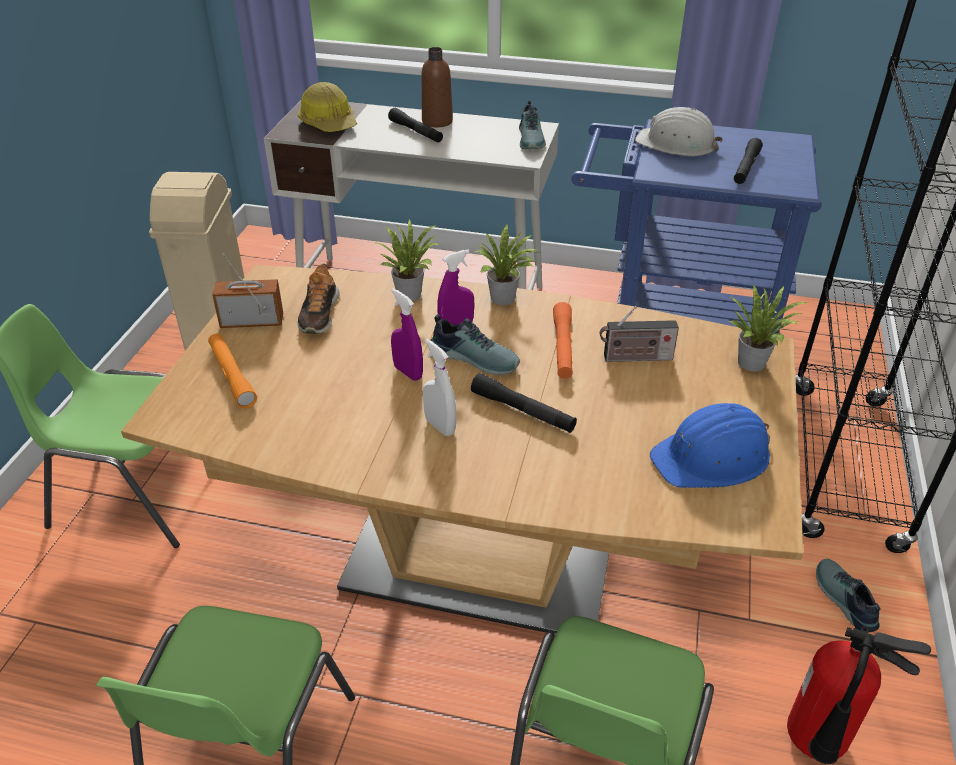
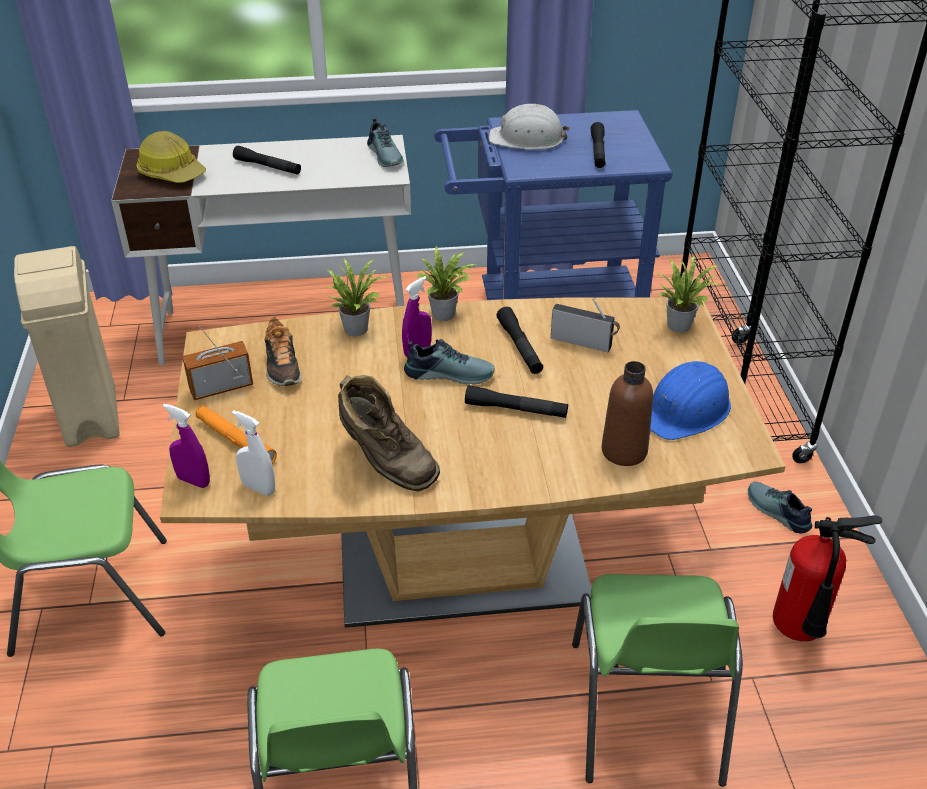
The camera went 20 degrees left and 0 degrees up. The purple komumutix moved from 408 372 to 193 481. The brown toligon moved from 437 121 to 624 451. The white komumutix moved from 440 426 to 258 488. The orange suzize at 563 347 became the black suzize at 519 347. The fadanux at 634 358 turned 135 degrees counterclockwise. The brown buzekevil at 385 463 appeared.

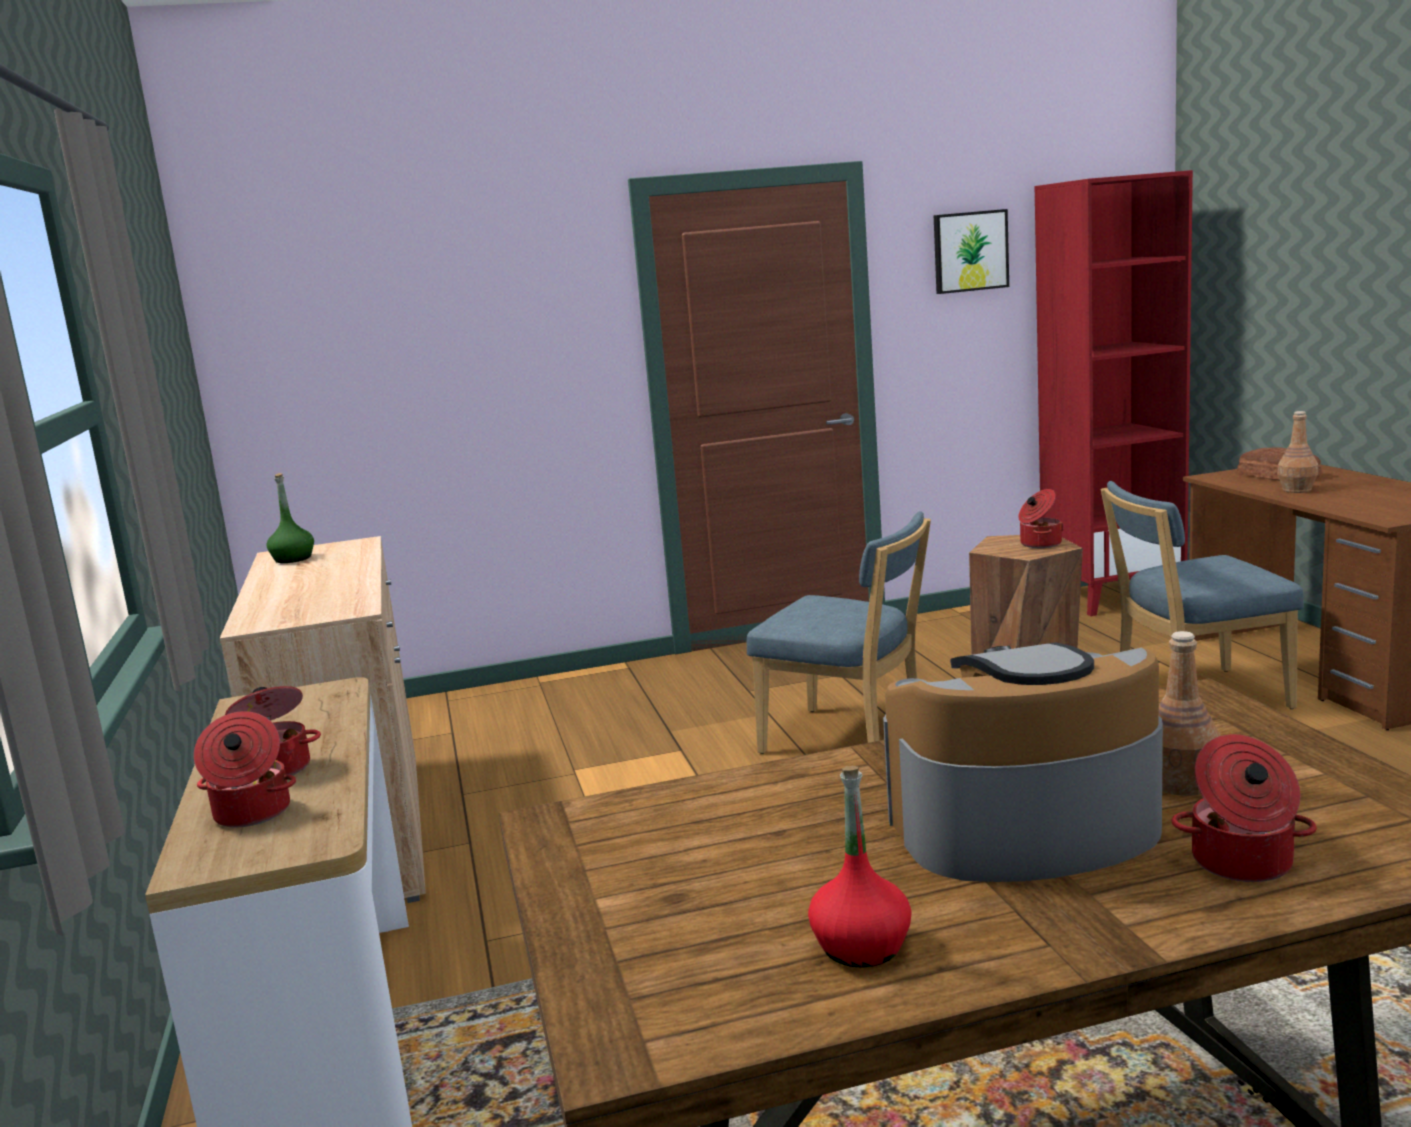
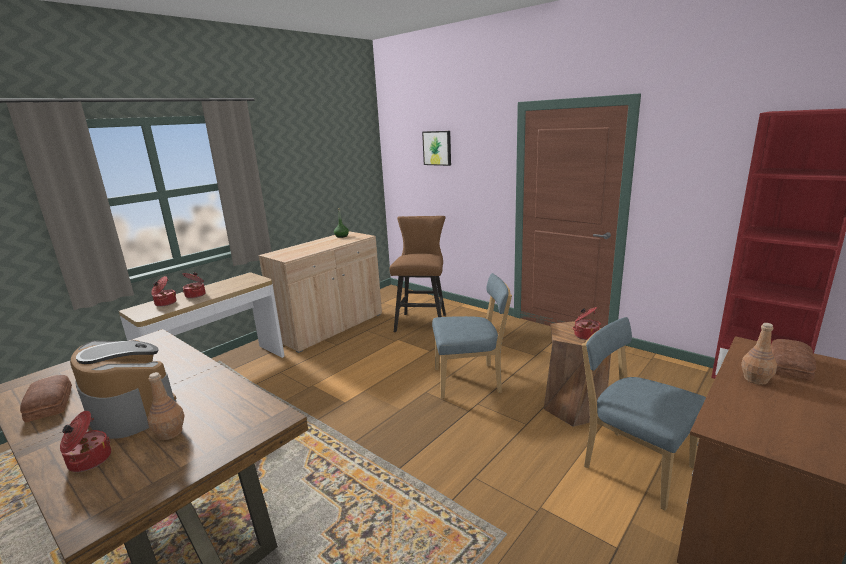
The camera went 55 degrees right and 5 degrees up. The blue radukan at 849 740 turned 90 degrees counterclockwise. The red toligon at 861 946 was replaced by the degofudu at 51 403. The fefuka moved from 970 251 to 437 148. The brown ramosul at 422 321 appeared.

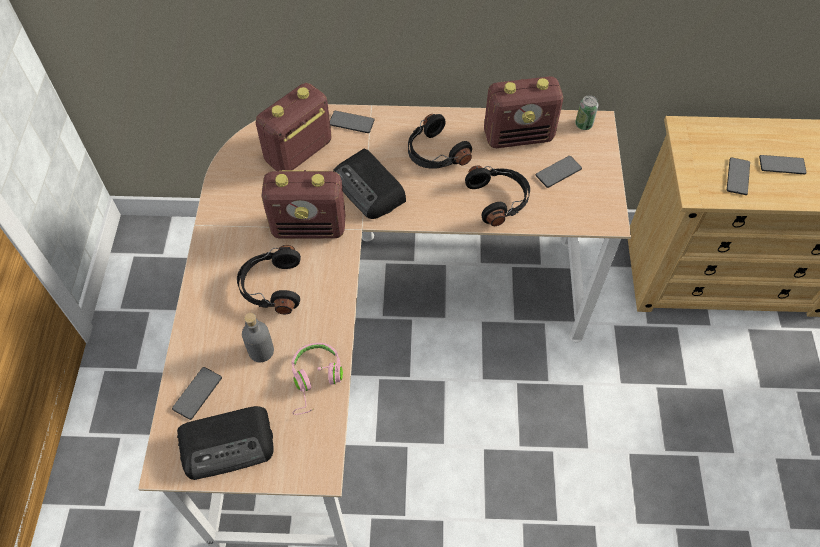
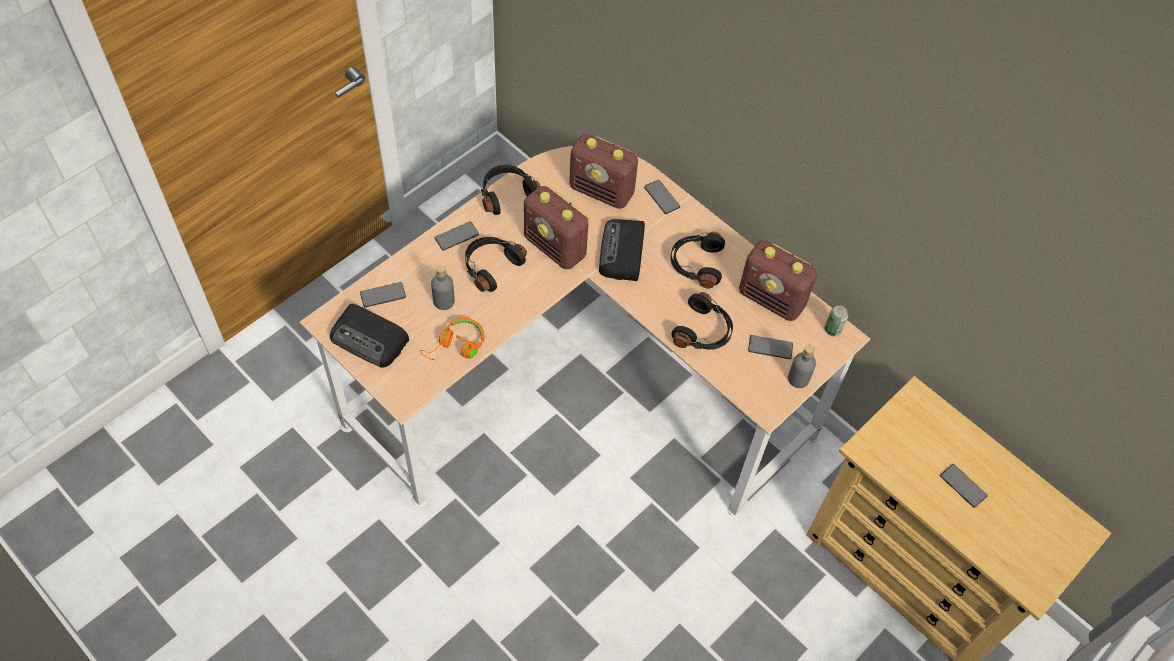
The camera went 40 degrees right and 0 degrees up. The fadanux at 298 153 turned 150 degrees counterclockwise. The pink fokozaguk at 315 380 became the orange fokozaguk at 456 346. The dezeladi moved from 737 177 to 456 236. The black fokozaguk at 507 194 appeared. The grey toligon at 798 379 appeared.

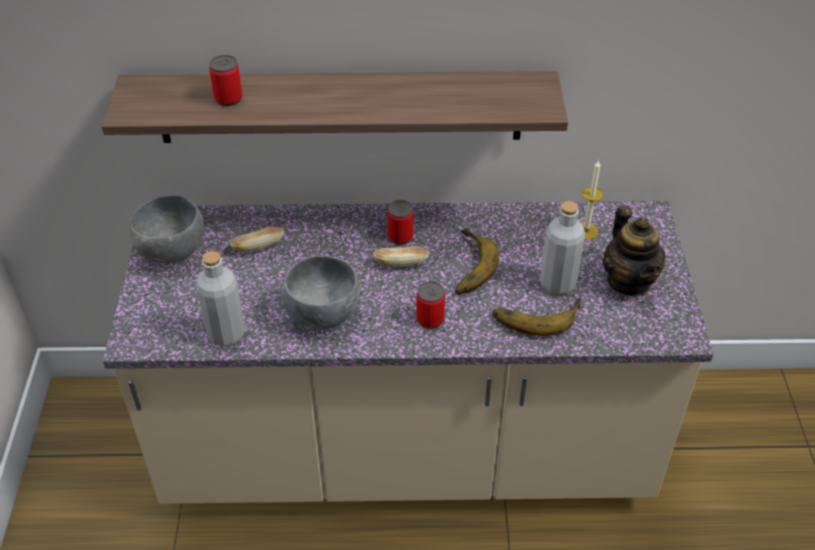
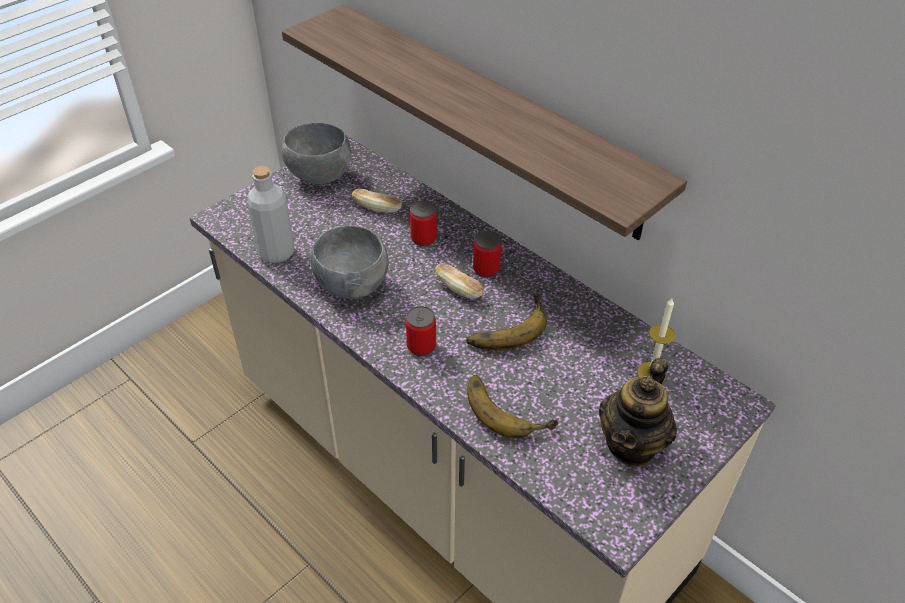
The camera went 45 degrees right and 0 degrees up. The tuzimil moved from 228 98 to 423 238. The grey toligon at 557 283 disappeared.

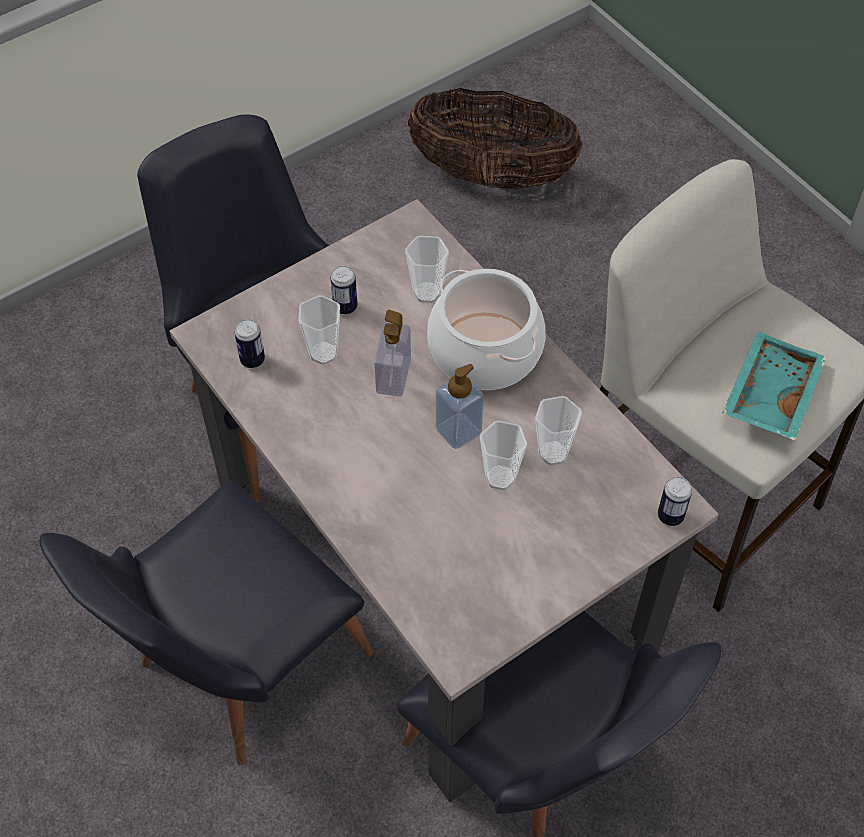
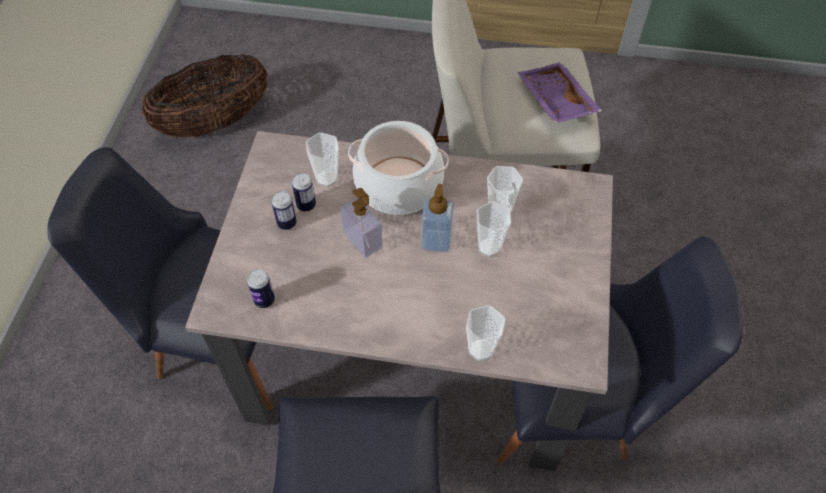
The camera went 45 degrees left and 0 degrees up. The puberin moved from 323 353 to 481 350. The tuzimil moved from 670 516 to 306 205. The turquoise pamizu at 768 394 became the purple pamizu at 554 101.

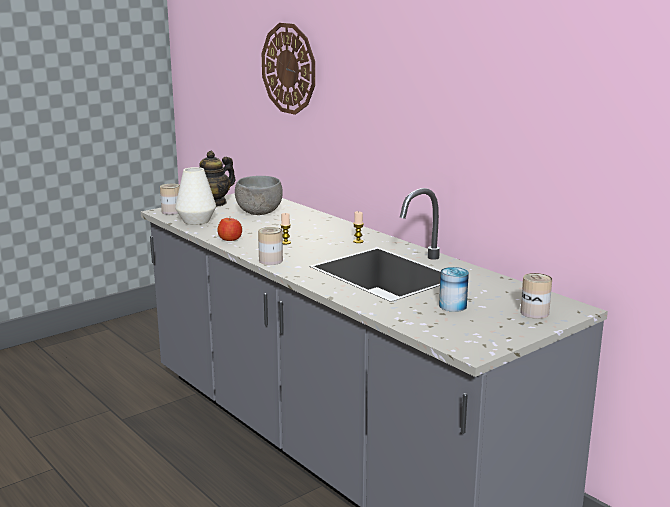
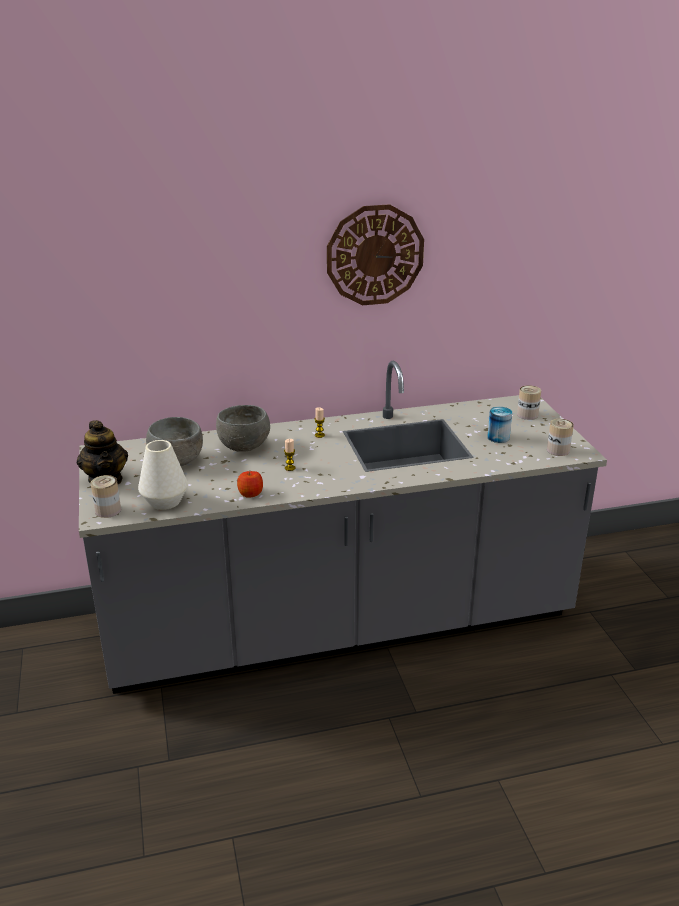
The camera went 65 degrees left and 10 degrees up. The tuzimil moved from 271 260 to 558 450. The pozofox moved from 289 68 to 375 255. The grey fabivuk at 245 447 appeared.

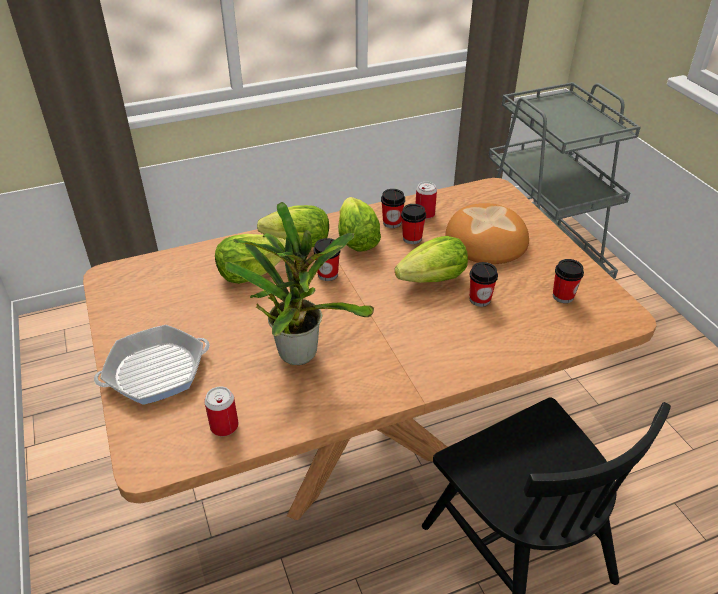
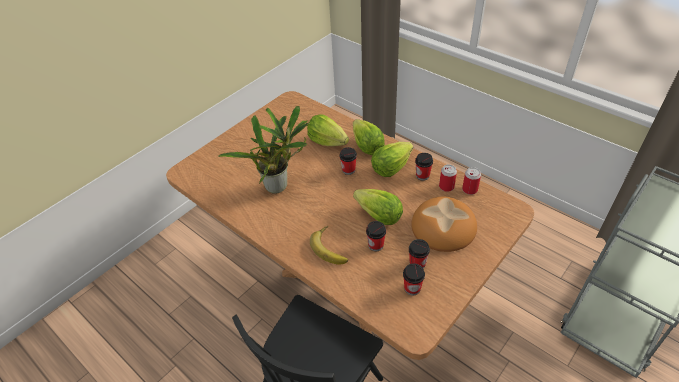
The camera went 65 degrees right and 5 degrees up. The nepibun at 155 371 disappeared. The tuzimil moved from 224 426 to 469 189. The puberin moved from 412 238 to 417 264. The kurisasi at 331 248 appeared.

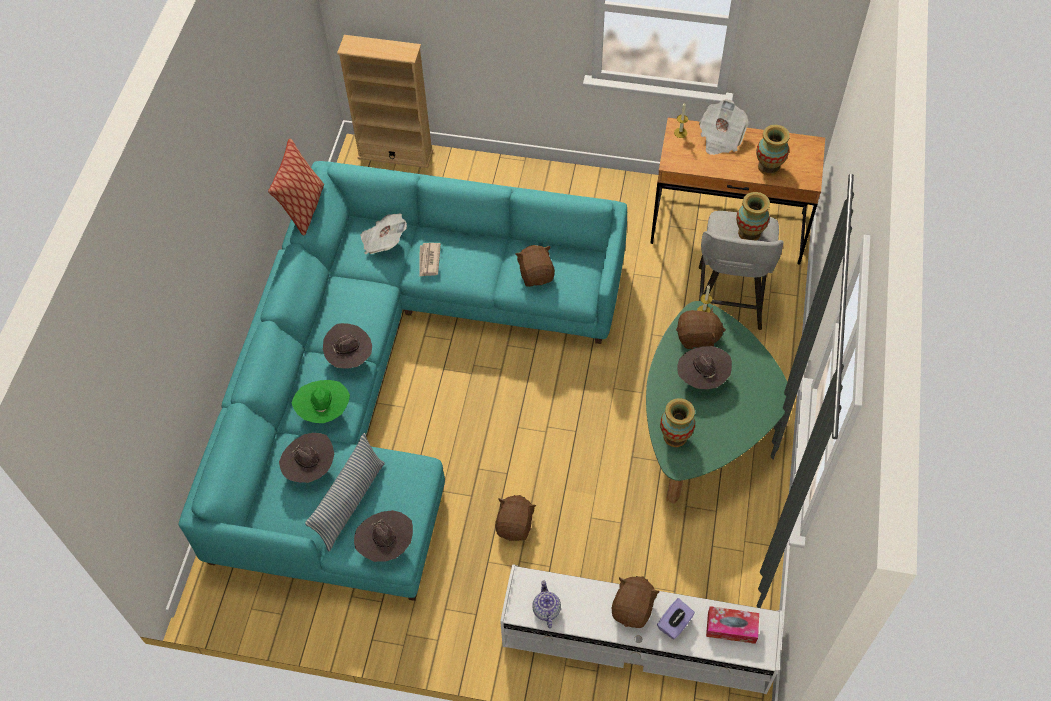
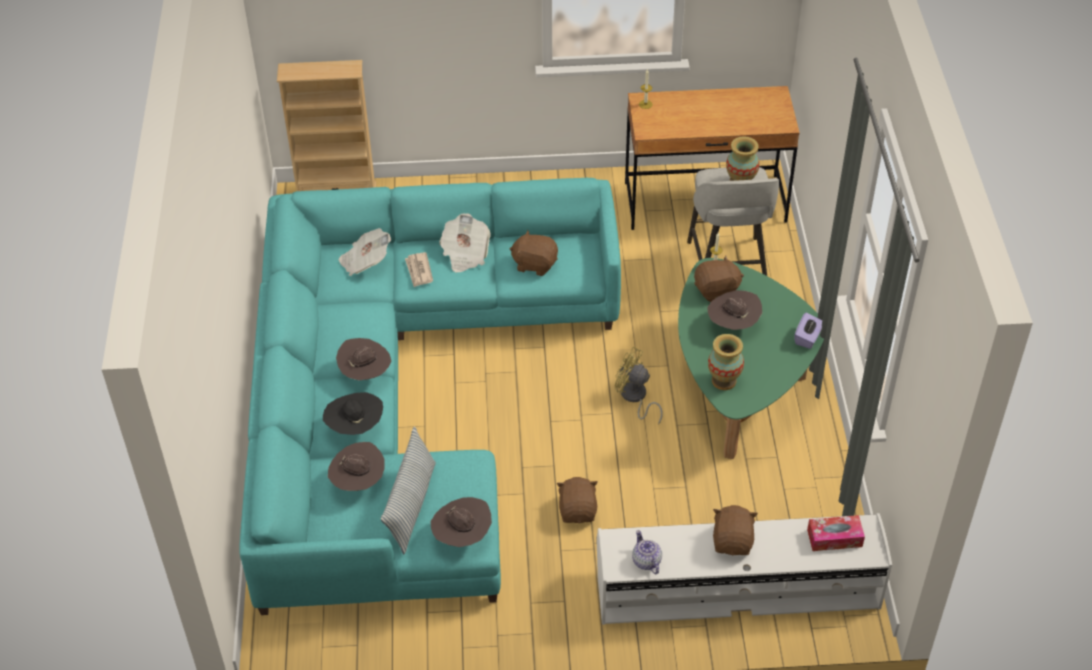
The camera went 15 degrees left and 10 degrees down. The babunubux at 304 209 disappeared. The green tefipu at 324 411 became the black tefipu at 355 427. The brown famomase at 536 274 turned 45 degrees counterclockwise. The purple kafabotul moved from 674 624 to 807 338. The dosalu moved from 720 138 to 465 254. The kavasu at 769 167 disappeared. The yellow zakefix at 635 398 appeared.

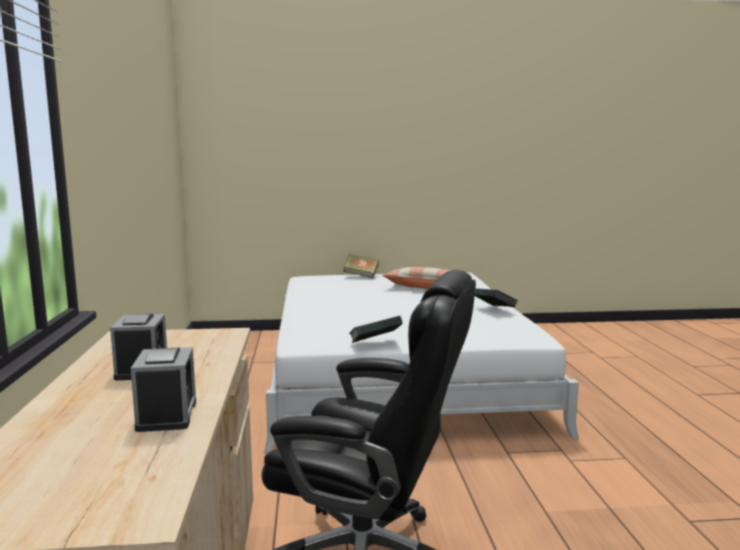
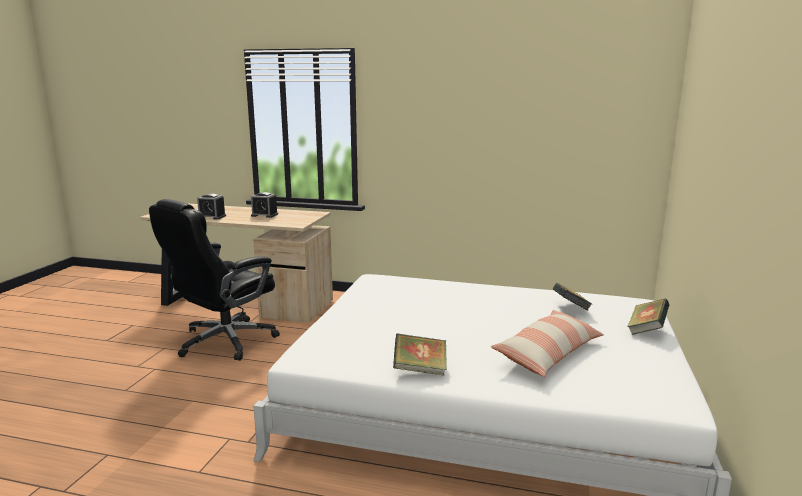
The camera went 110 degrees right and 5 degrees up. The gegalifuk moved from 375 344 to 570 309.

